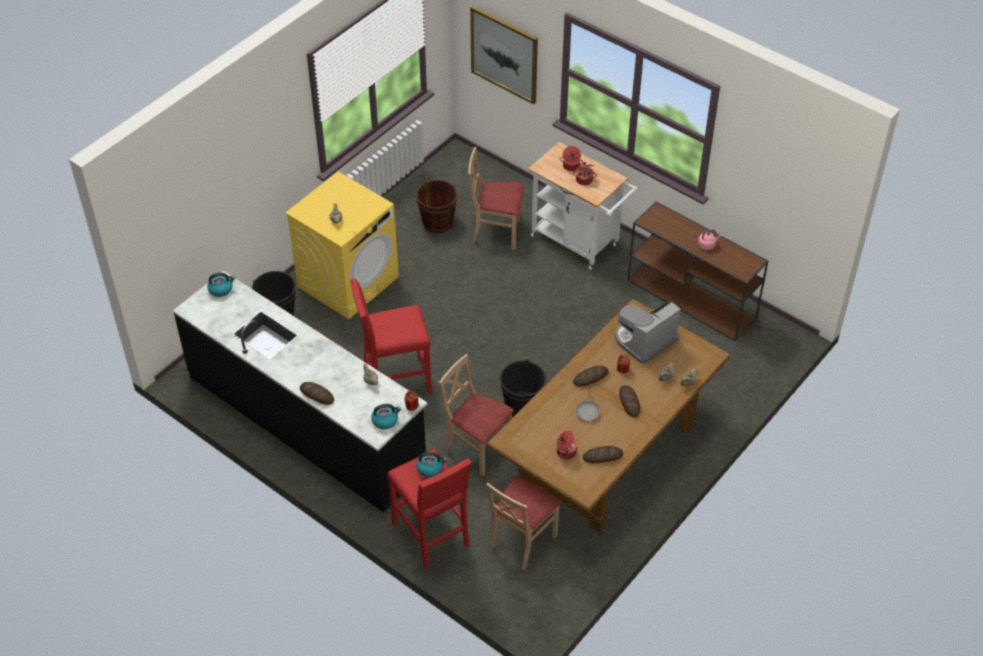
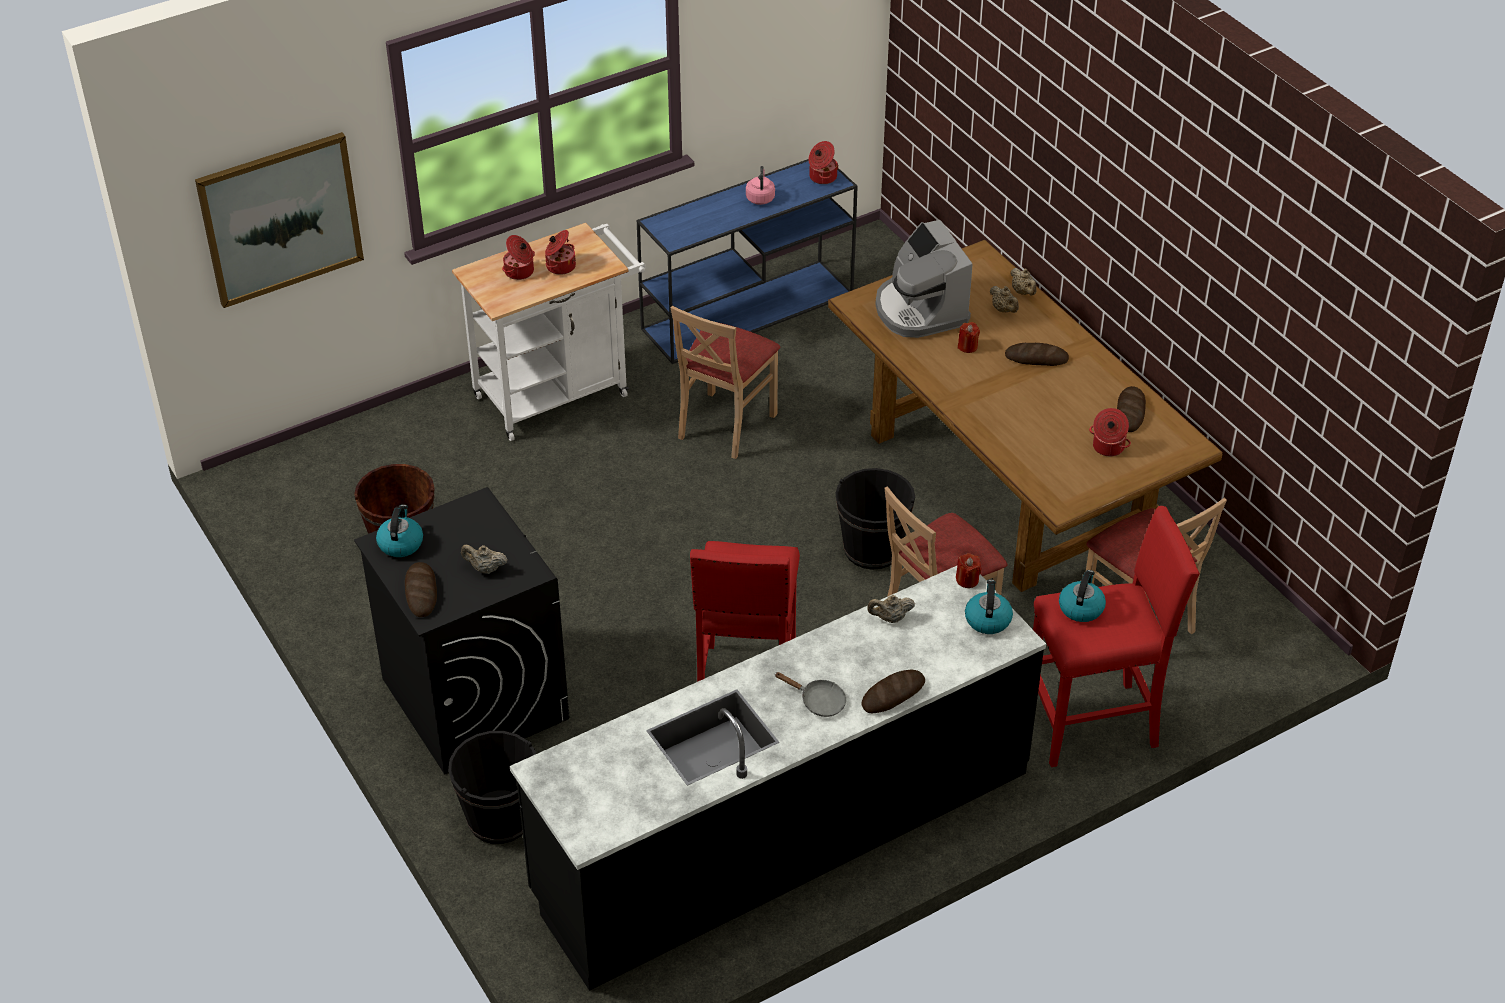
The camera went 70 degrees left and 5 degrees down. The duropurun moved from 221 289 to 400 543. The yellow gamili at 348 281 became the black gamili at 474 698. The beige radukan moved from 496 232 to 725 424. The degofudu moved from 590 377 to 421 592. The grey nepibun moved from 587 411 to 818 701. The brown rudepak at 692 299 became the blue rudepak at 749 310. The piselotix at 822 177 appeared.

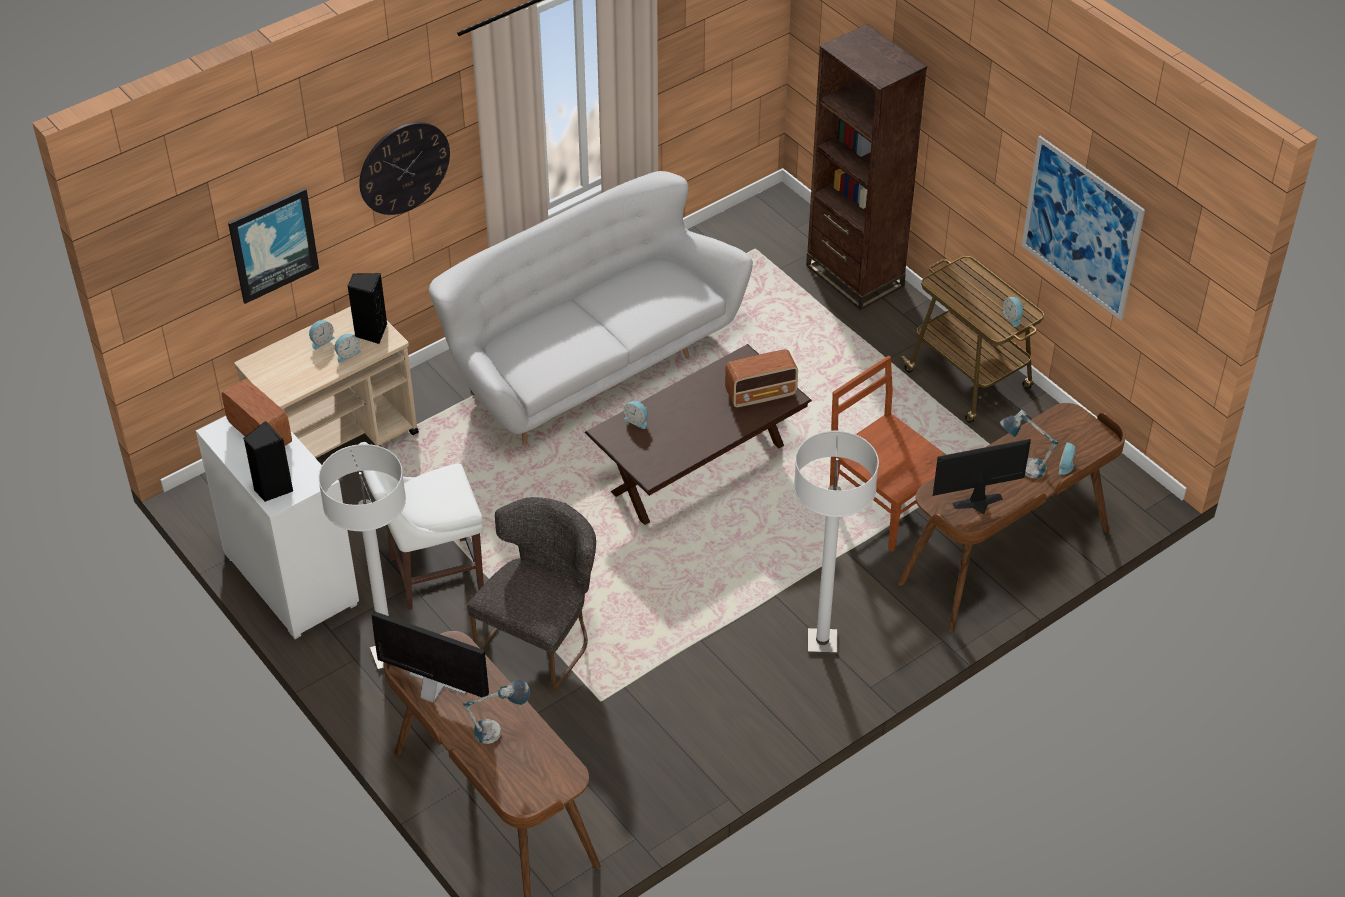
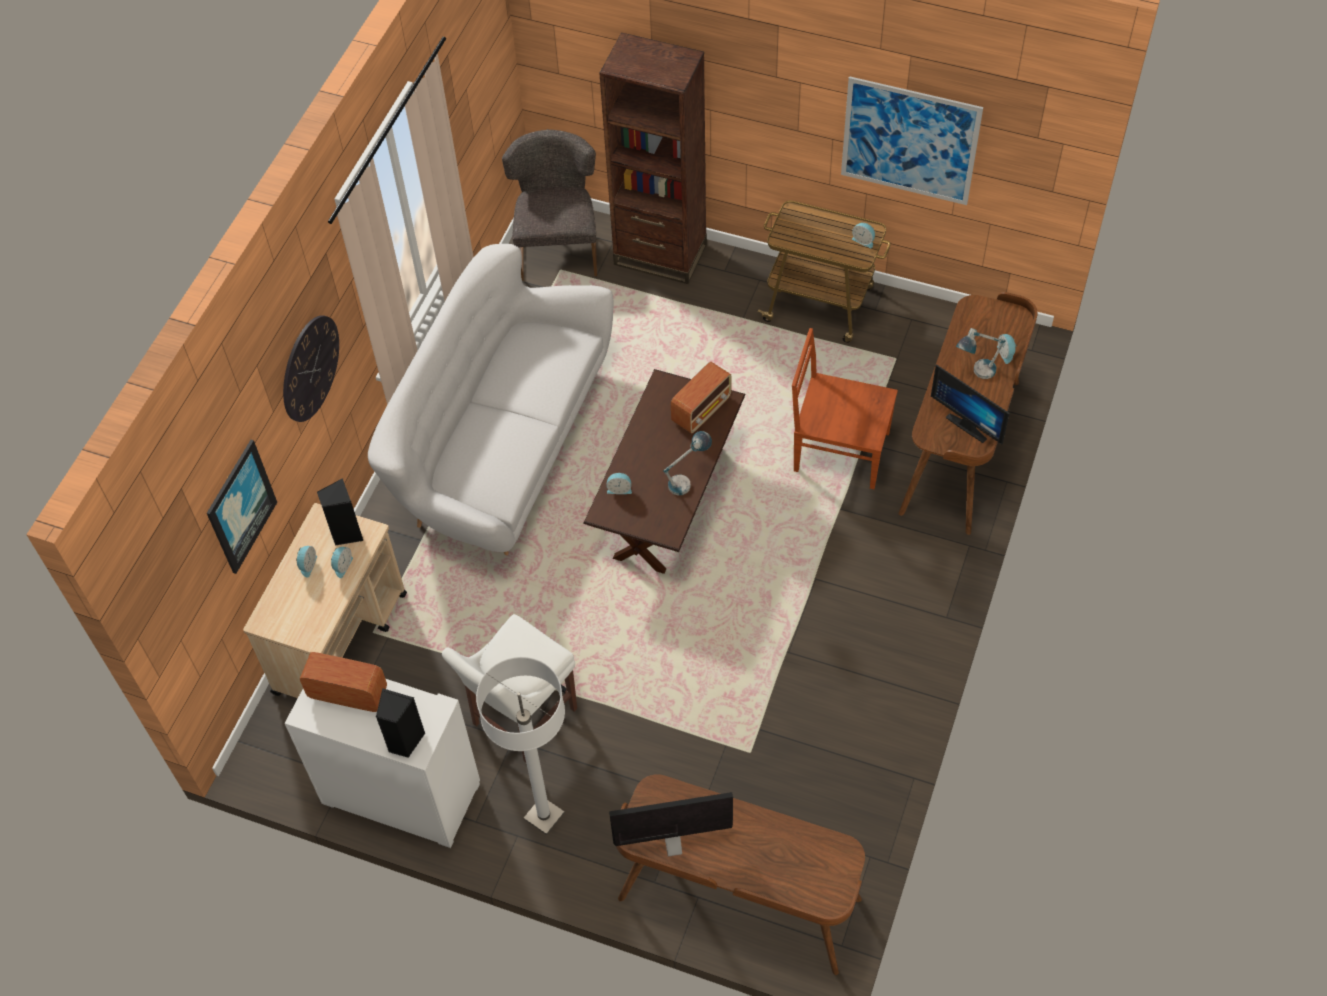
The camera went 30 degrees left and 10 degrees up. The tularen moved from 499 732 to 687 481. The grey radukan moved from 541 638 to 558 247. The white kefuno at 822 642 disappeared. The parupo at 979 506 turned 90 degrees counterclockwise.

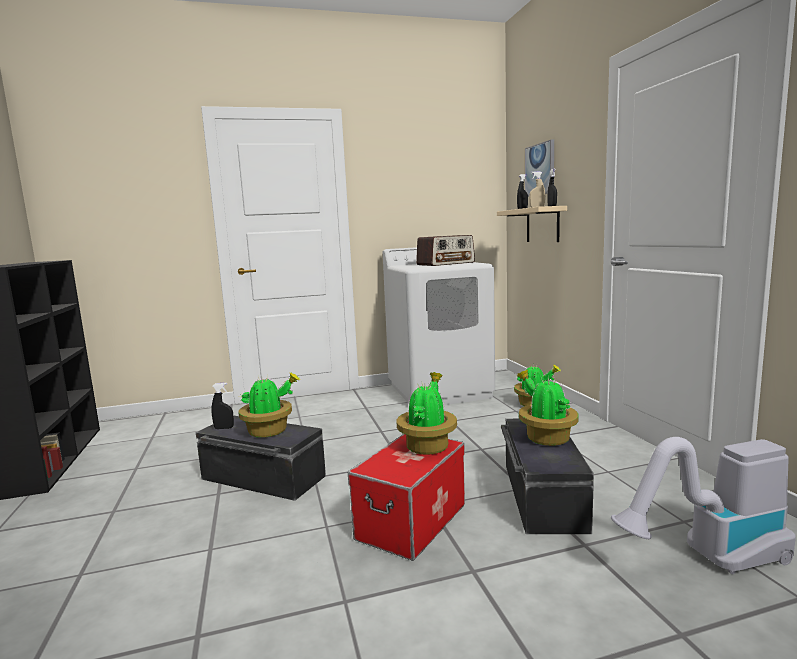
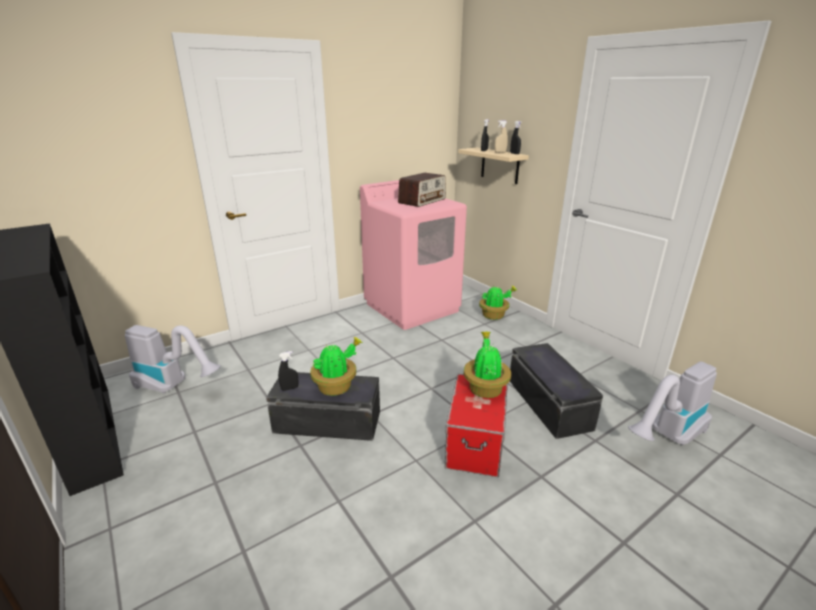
The camera went 20 degrees left and 15 degrees up. The white gamili at 440 391 became the pink gamili at 412 307. The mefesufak at 546 438 disappeared. The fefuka at 540 169 disappeared. The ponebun at 174 386 appeared.

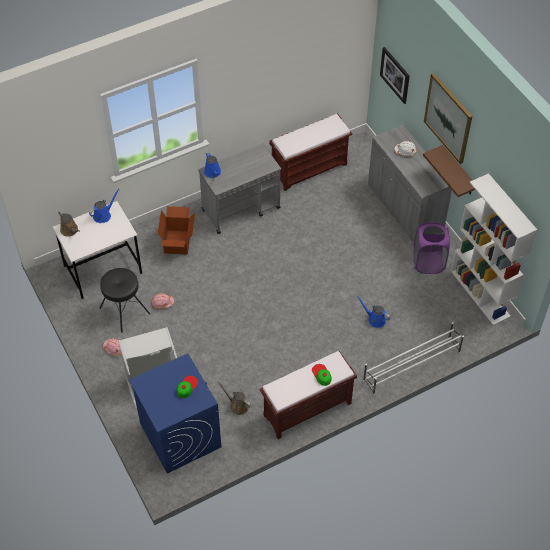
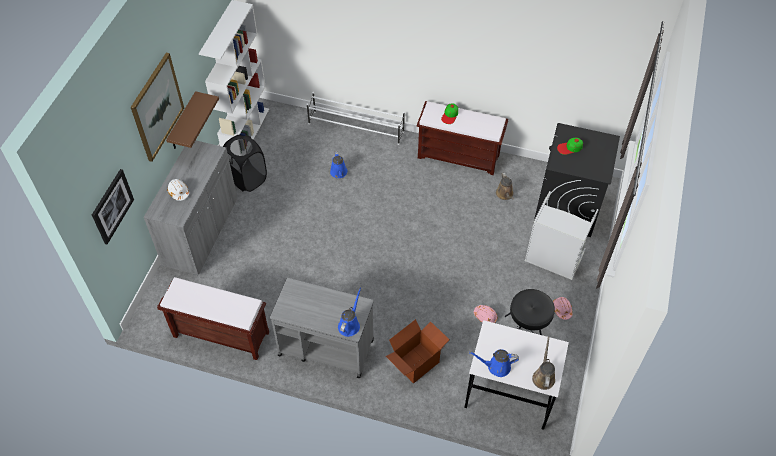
The camera went 135 degrees left and 0 degrees up. The blue gamili at 179 435 became the black gamili at 567 207. The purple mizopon at 428 263 became the black mizopon at 247 179.

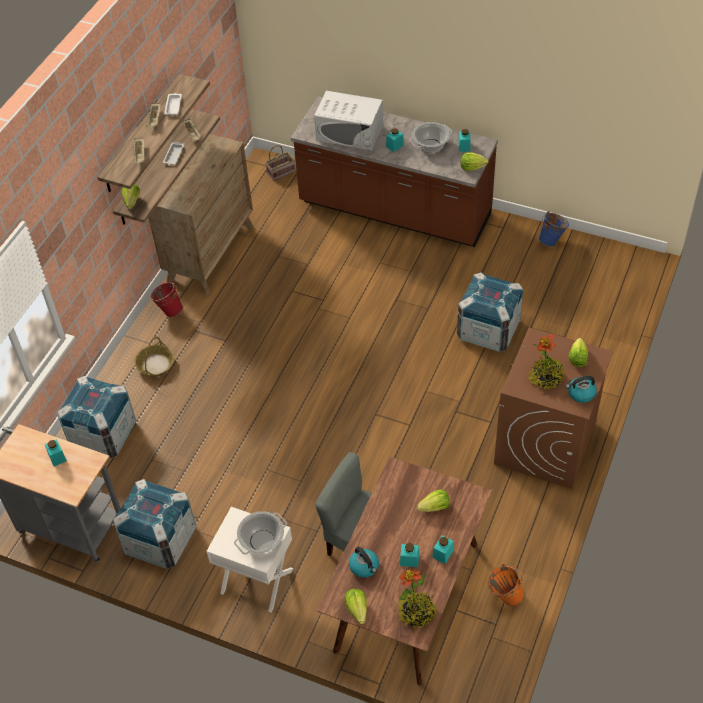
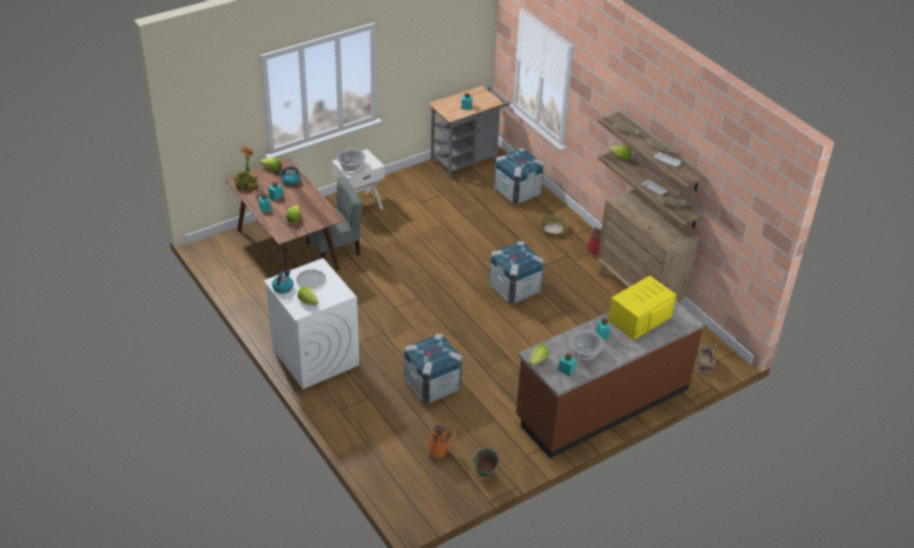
The camera went 120 degrees right and 10 degrees down. The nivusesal moved from 160 540 to 514 289. The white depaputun at 350 133 became the yellow depaputun at 639 318. The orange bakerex moved from 504 596 to 440 451. The brown gamili at 545 444 became the white gamili at 314 356. The mefesufak at 546 378 was replaced by the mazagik at 311 280. The blue bakerex at 552 240 became the green bakerex at 484 475.

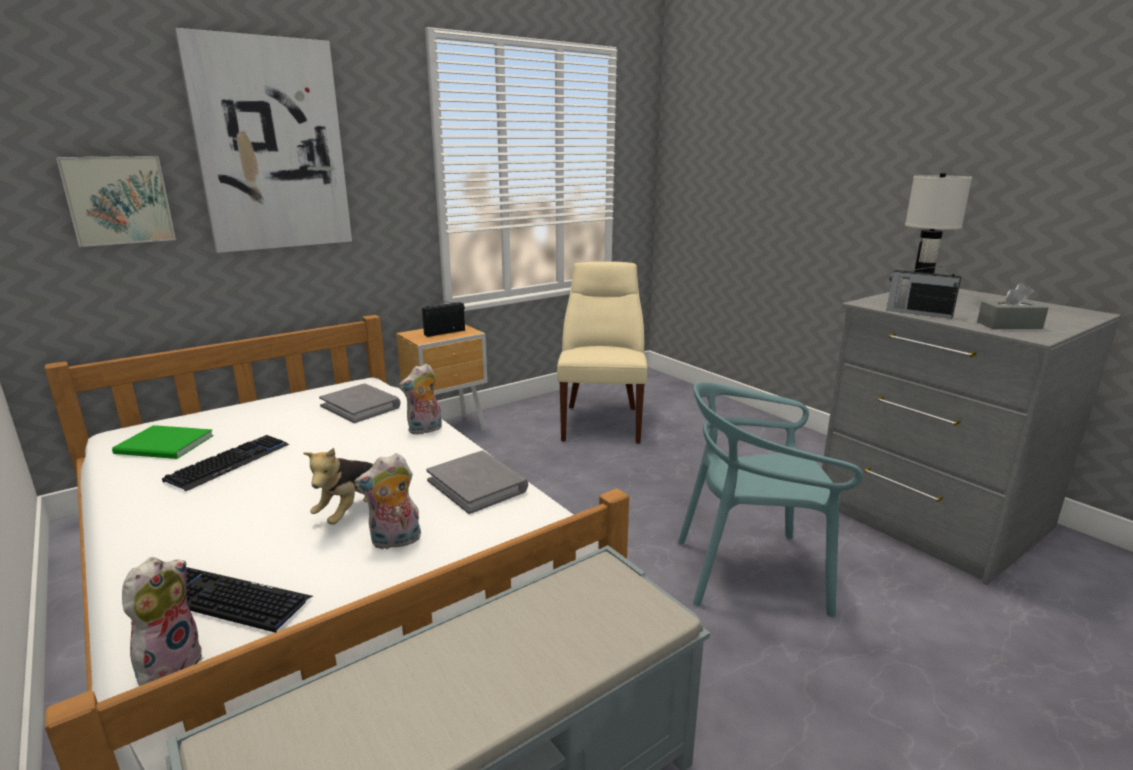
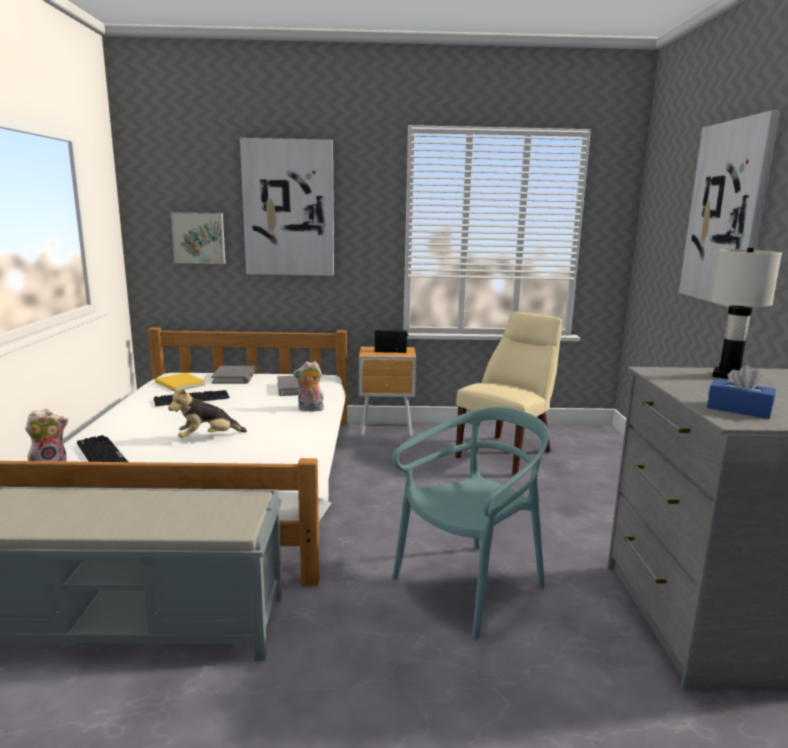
The camera went 35 degrees right and 5 degrees down. The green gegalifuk at 165 445 became the yellow gegalifuk at 180 384. The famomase at 395 542 disappeared. The grey gegalifuk moved from 477 485 to 234 377. The turquoise radukan at 751 572 turned 105 degrees clockwise. The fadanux at 917 313 disappeared. The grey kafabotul at 1009 325 became the blue kafabotul at 739 409. The fefuka at 727 213 appeared.

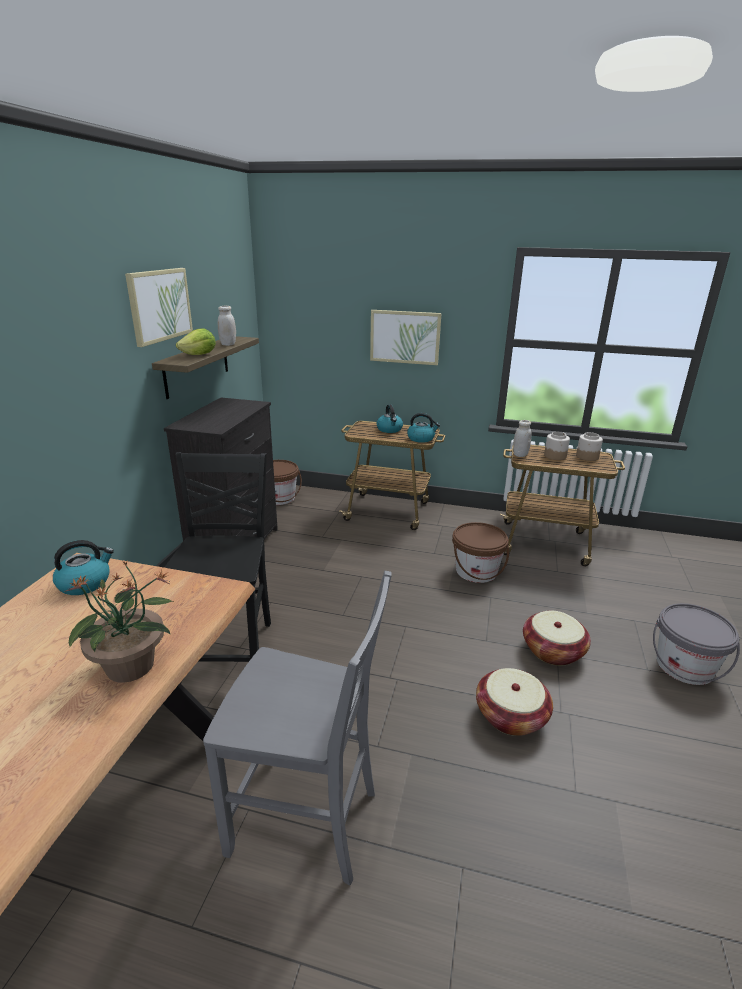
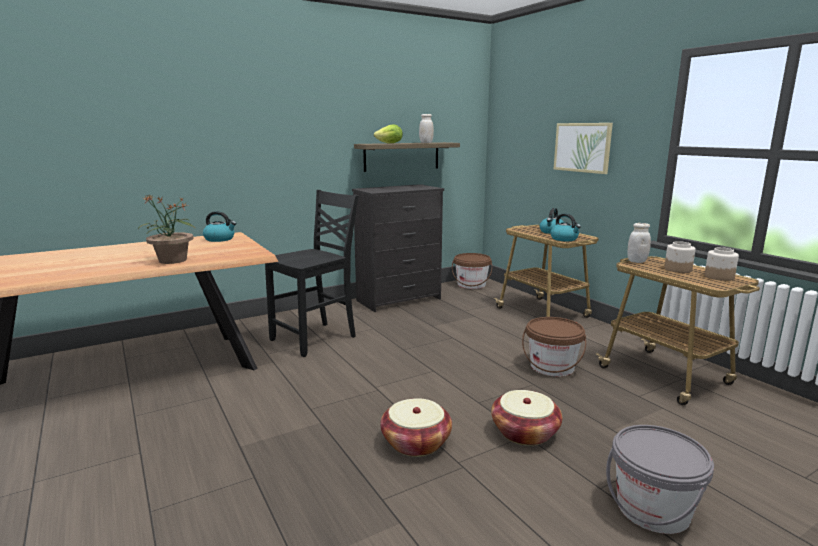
The camera went 45 degrees right and 10 degrees down. The fefuka at 159 305 disappeared. The grey radukan at 307 821 disappeared.

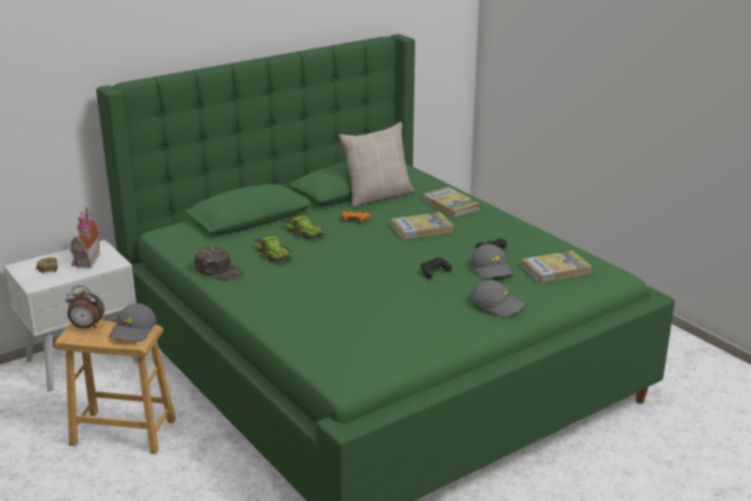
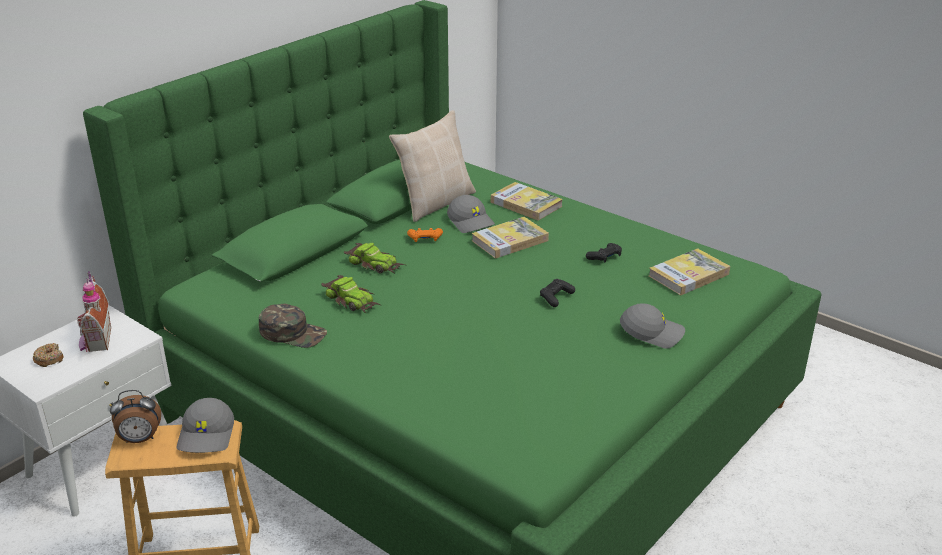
The camera went 15 degrees left and 5 degrees up. The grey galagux moved from 492 269 to 471 222.

